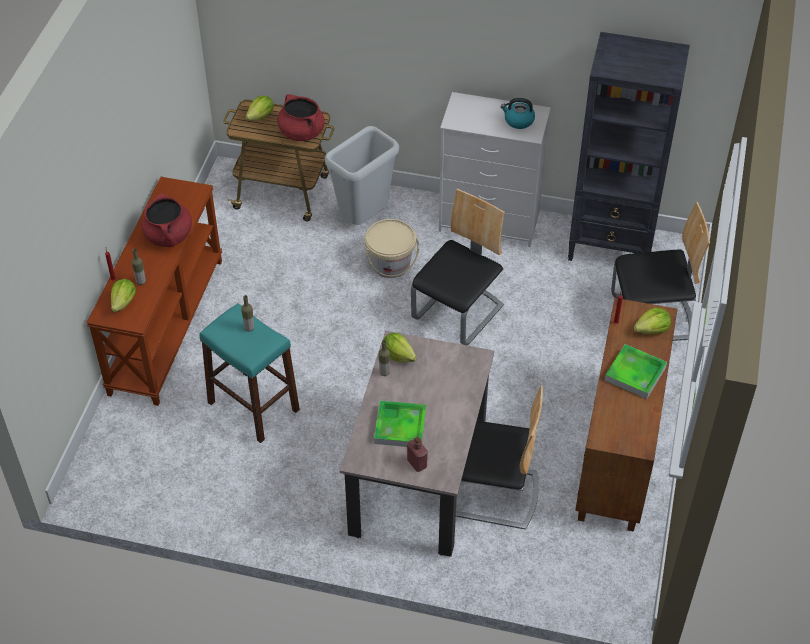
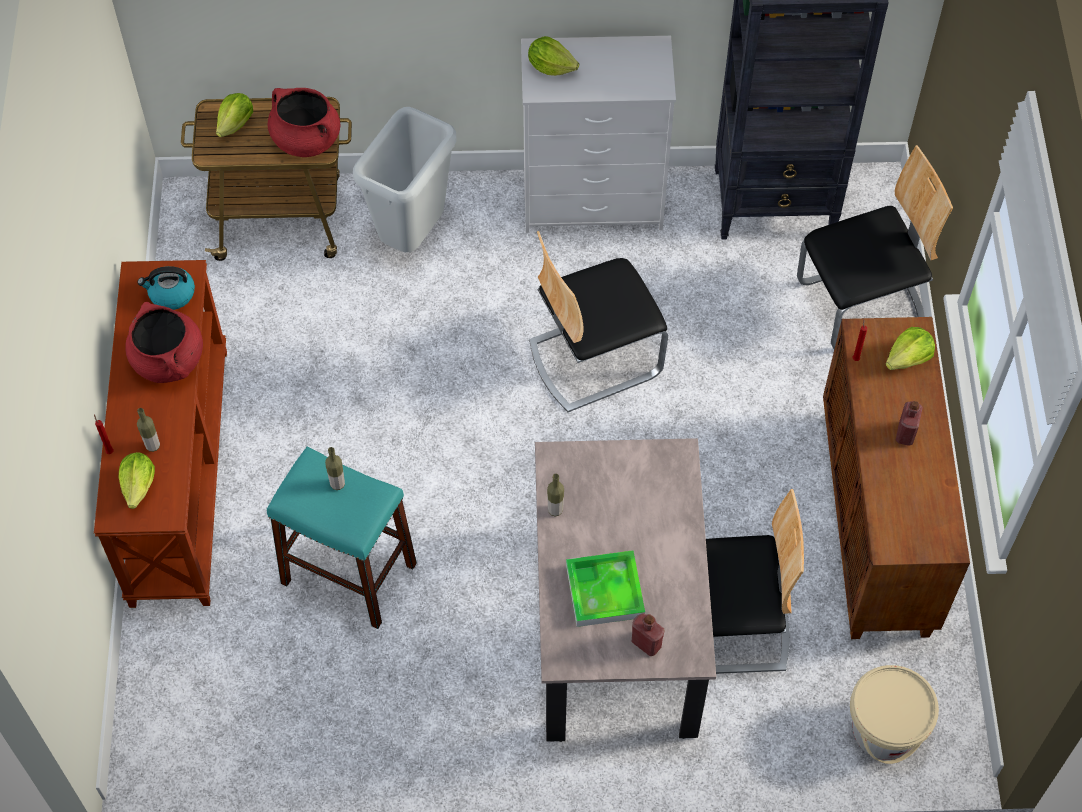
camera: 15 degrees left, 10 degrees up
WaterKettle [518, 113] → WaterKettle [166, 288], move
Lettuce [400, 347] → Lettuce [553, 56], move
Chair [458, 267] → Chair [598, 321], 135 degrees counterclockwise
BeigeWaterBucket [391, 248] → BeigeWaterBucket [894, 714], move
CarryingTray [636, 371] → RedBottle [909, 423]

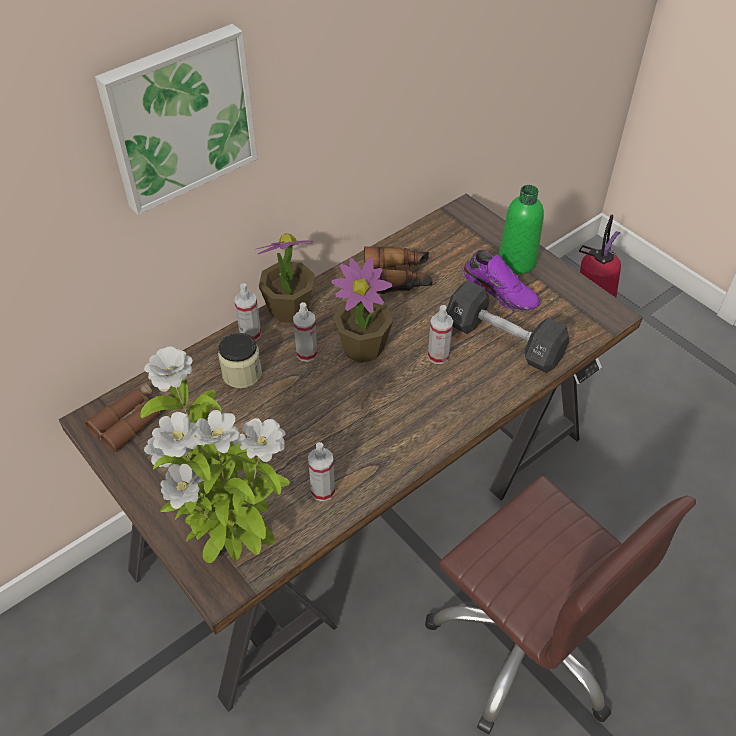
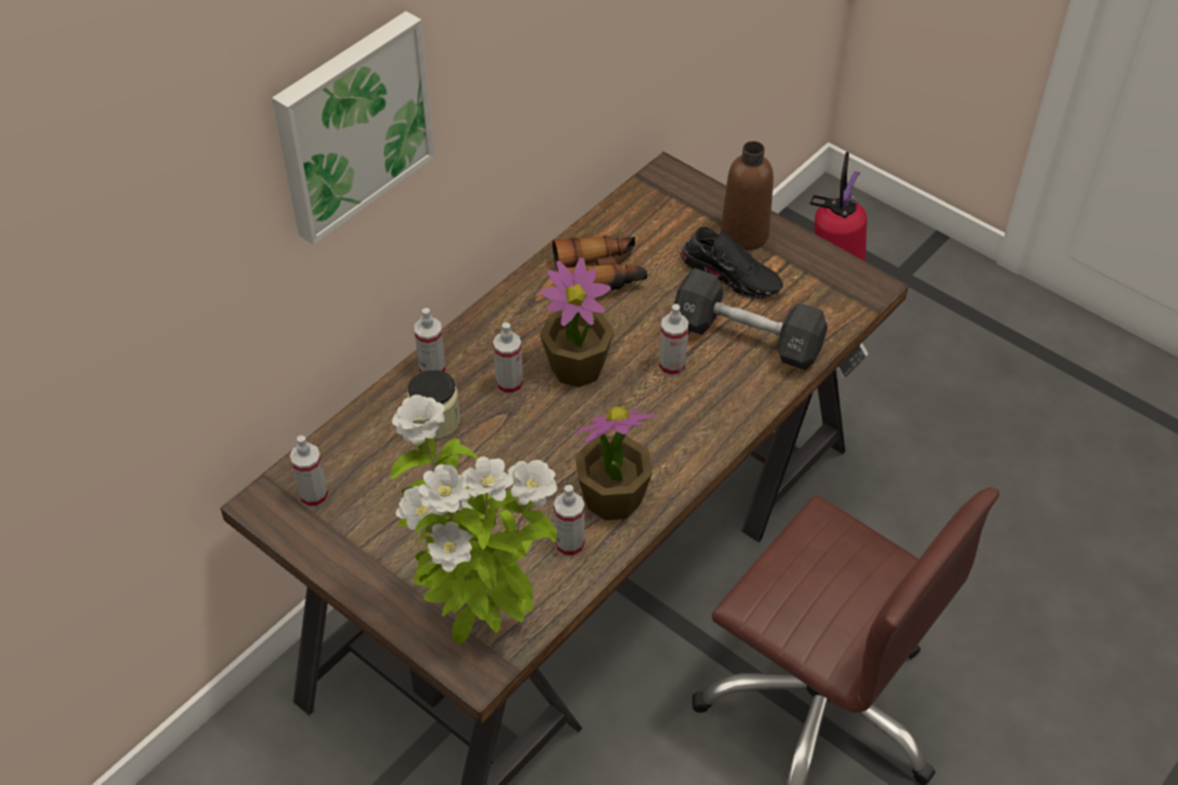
camera: 10 degrees left, 0 degrees up
BrownishPairOfBinoculars [123, 416] → HandSprayer [309, 471]
PlantInAPot [285, 278] → PlantInAPot [616, 463], move
PurplishItemOfFootwear [501, 281] → BlackColouredItemOfFootwear [731, 263]
GreenBottle [521, 229] → BrownishBottle [747, 196]

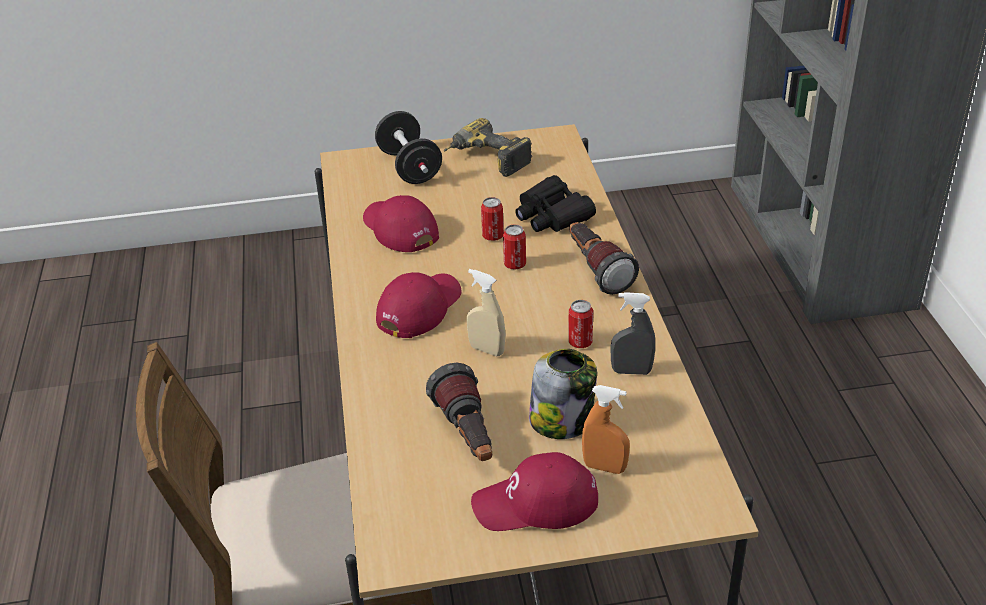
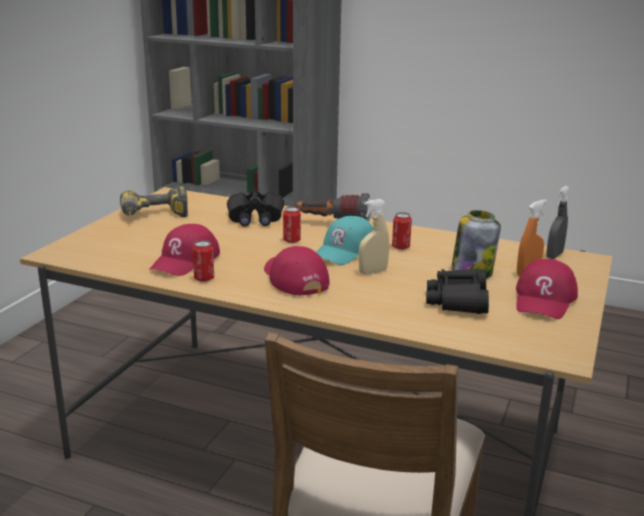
camera: 60 degrees left, 15 degrees down
RedPeakedCap [401, 223] → RedPeakedCap [184, 250], 60 degrees counterclockwise
MetalCan [492, 219] → MetalCan [203, 261], move
- → TurquoisePeakedCap [344, 240]
HandTorch [459, 412] → BlackColouredPairOfBinoculars [457, 291]
GreyHandSprayer [633, 333] → GreyHandSprayer [558, 222], move
BlackColouredHandWeight [408, 147] → -

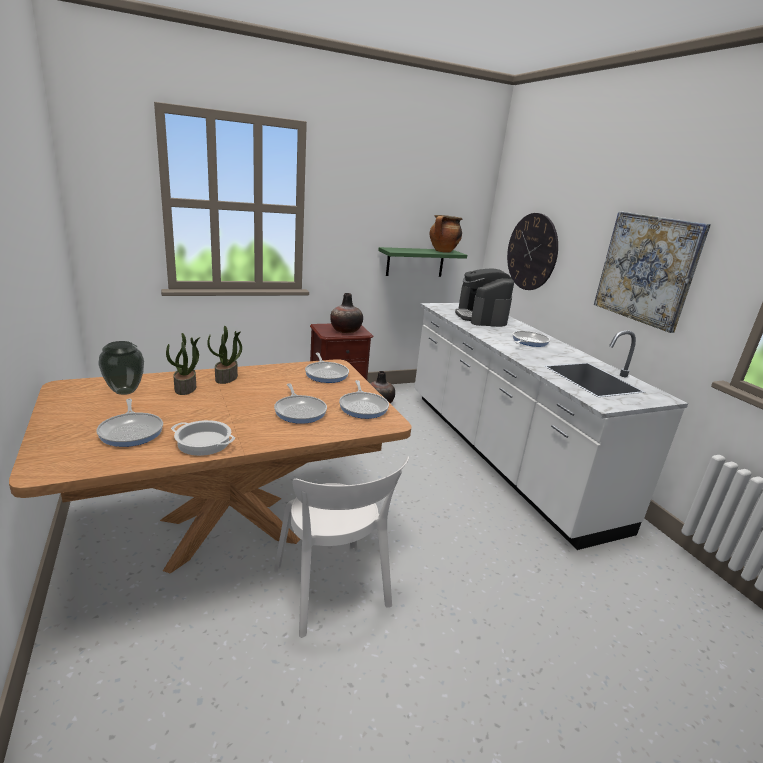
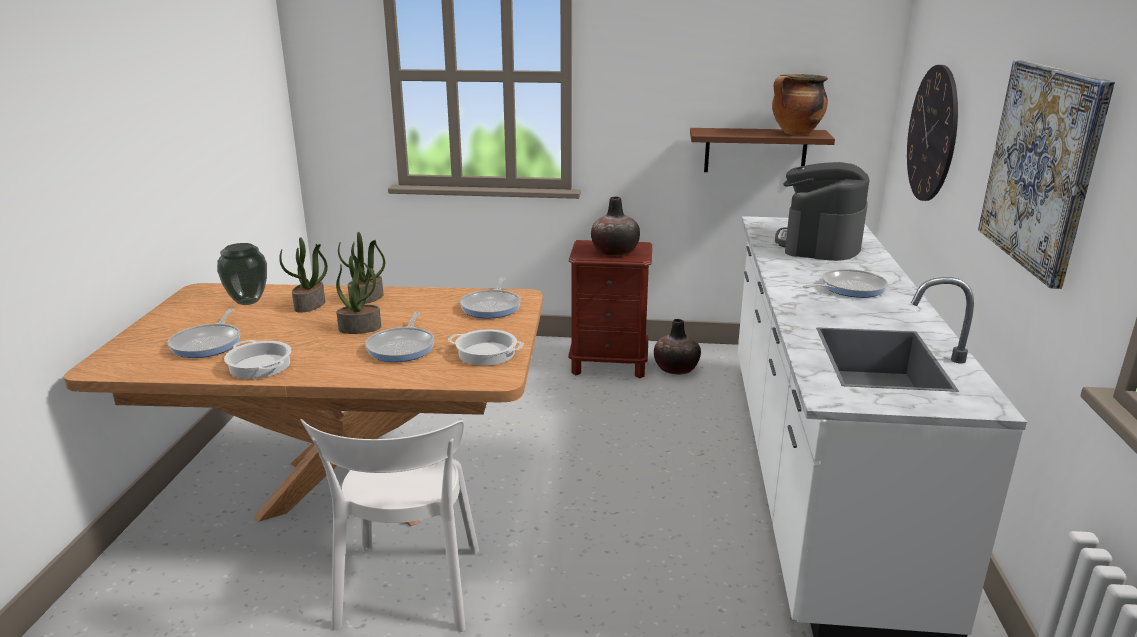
camera: 30 degrees right, 0 degrees up
- → PlantInAPot [358, 294]
Pan [364, 399] → Stockpot [486, 347]
GreenWallShelf [422, 262] → BrownishWallShelf [762, 150]

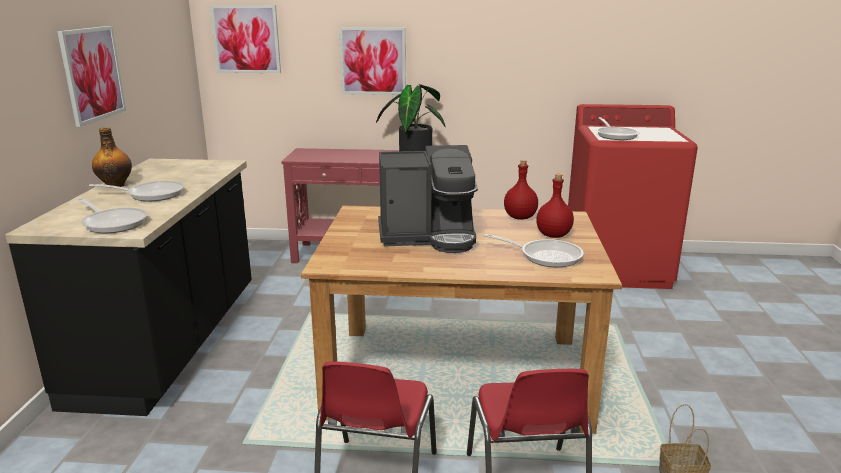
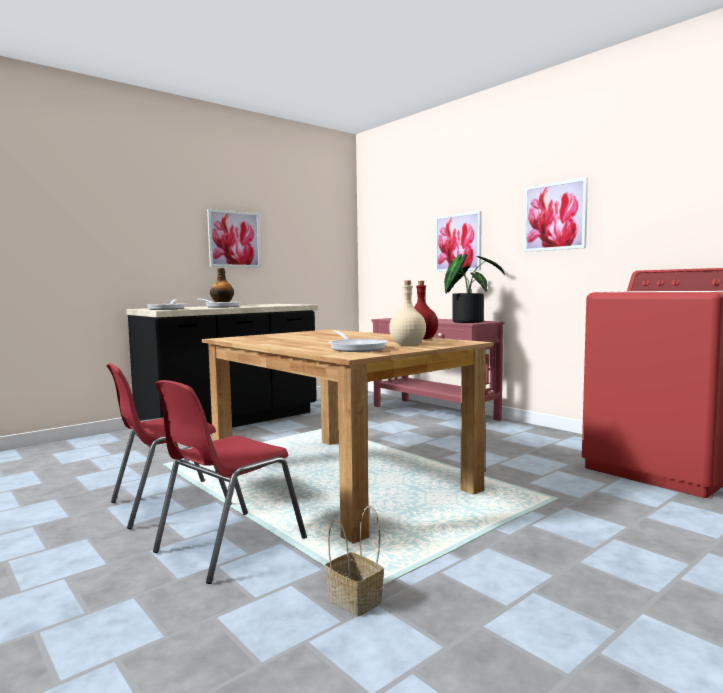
camera: 45 degrees right, 15 degrees down
RedBottle [555, 206] → BeigeBottle [407, 312]
WallArt [245, 39] → WallArt [556, 214], move
CoffeeBrewer [428, 199] → -
Pan [618, 128] → -

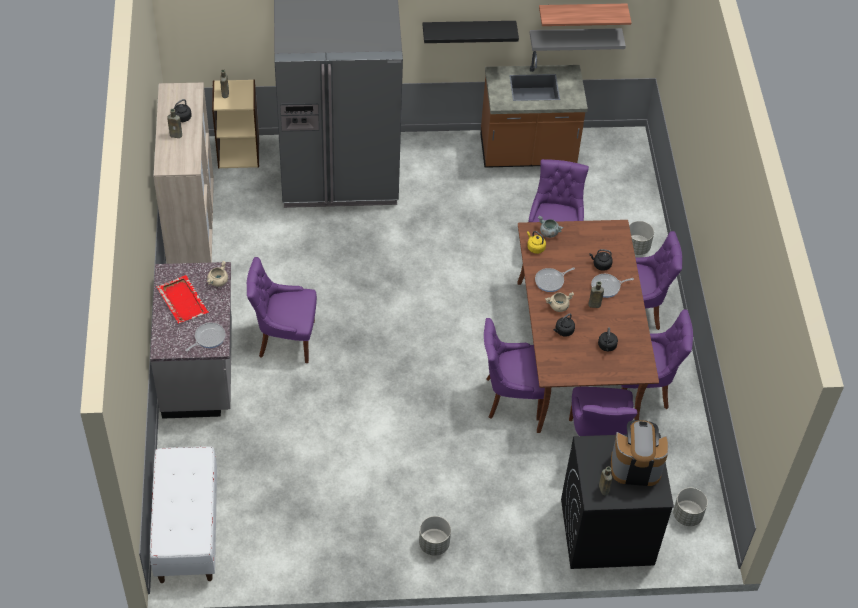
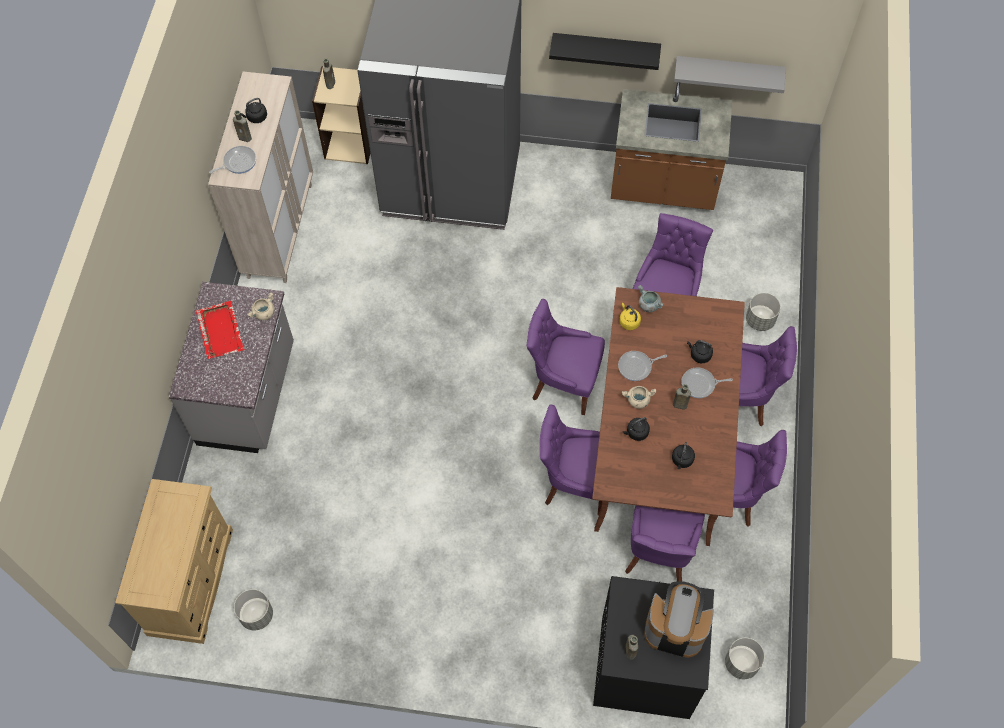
camera: 15 degrees right, 10 degrees up
WhitishIndoorBench [183, 514] → BeigeDresser [174, 561]
Pan [205, 337] → Pan [232, 160], move
GreyPlanter [435, 536] → GreyPlanter [253, 610], move
PurplishChair [282, 310] → PurplishChair [566, 357], move
WallShelf [585, 15] → -

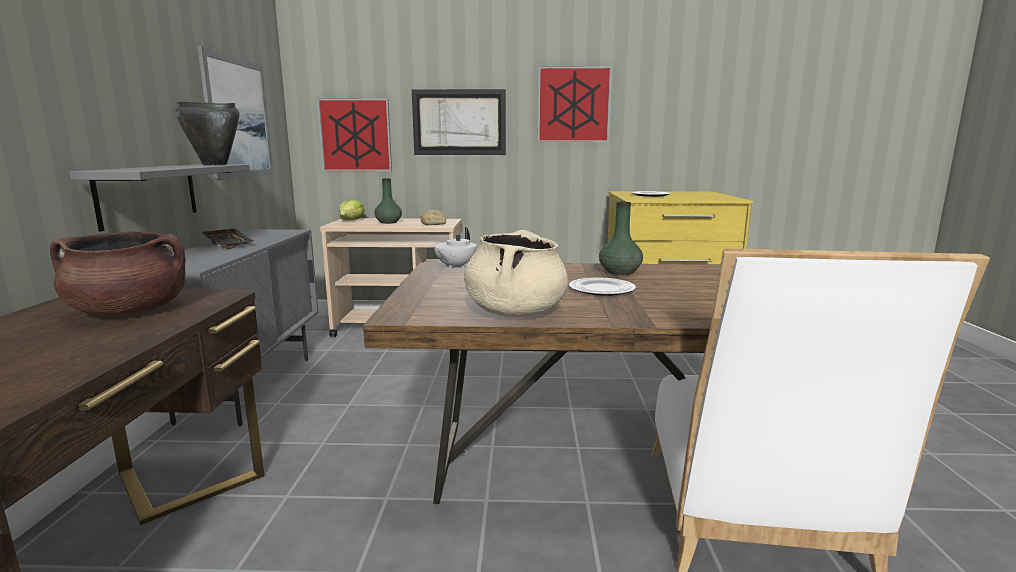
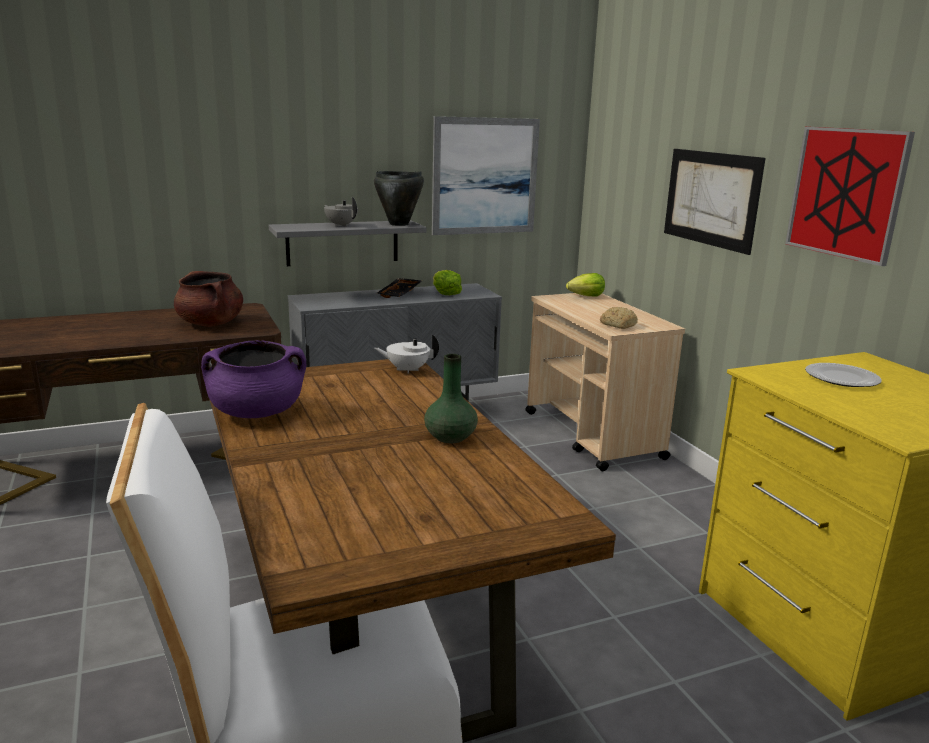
camera: 65 degrees right, 5 degrees up
BeigeStockpot [516, 273] → PurplishStockpot [253, 379]
- → GreyPotForTea [341, 212]
- → Lettuce [447, 282]
WallArt [354, 134] → -
GreenFlowerVase [388, 201] → -
FlatDish [602, 286] → -

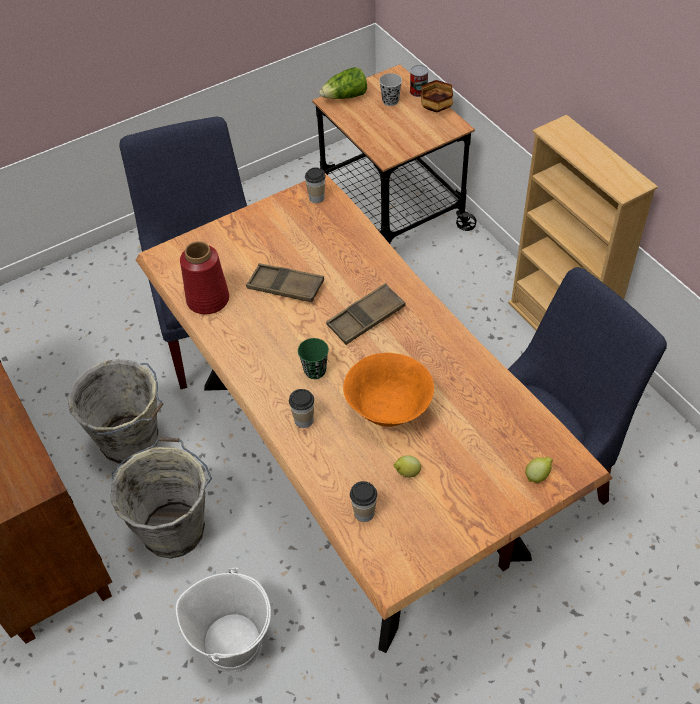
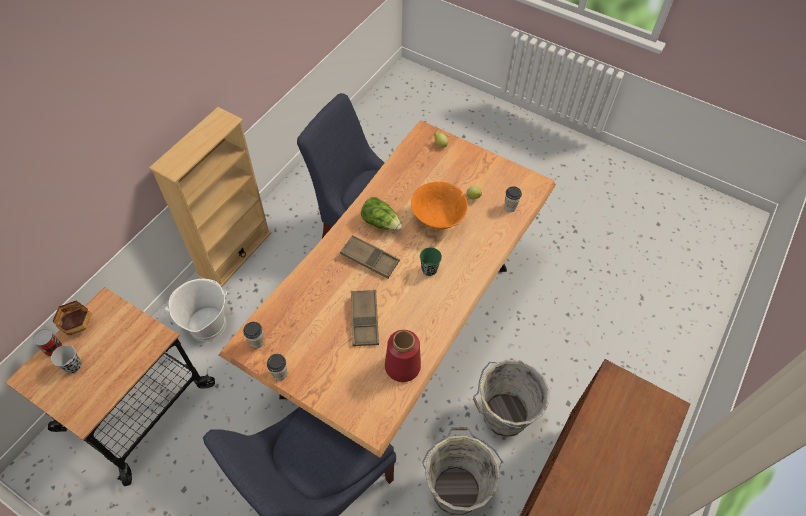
camera: 120 degrees left, 5 degrees up
WhitishWaterBucket [223, 620] → WhitishWaterBucket [196, 310], move
DrinkingCup [301, 408] → DrinkingCup [277, 367], move
Lettuce [343, 83] → Lettuce [381, 214], move

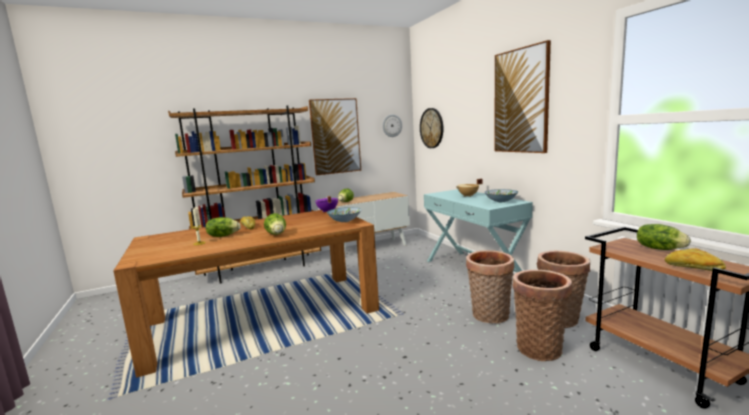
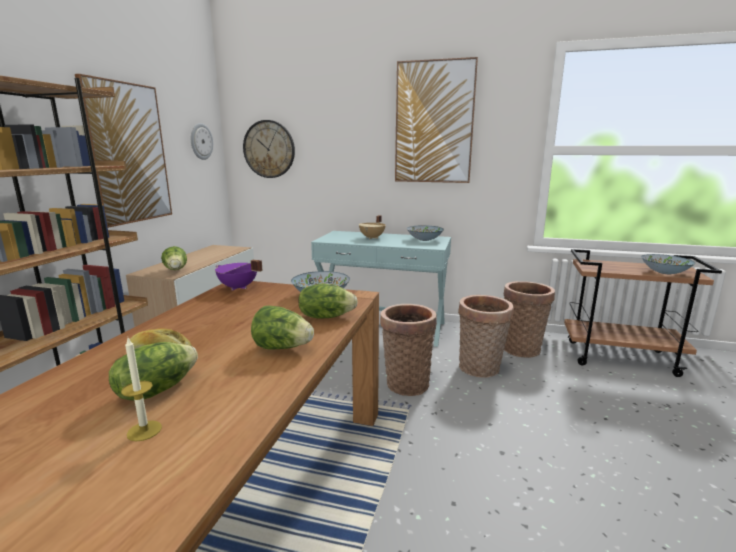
camera: 50 degrees left, 5 degrees up
Lettuce [664, 237] → Lettuce [328, 301], move
StorageBasket [542, 315] → StorageBasket [408, 350], move
BakedBread [695, 259] → ServingBowl [668, 264]

